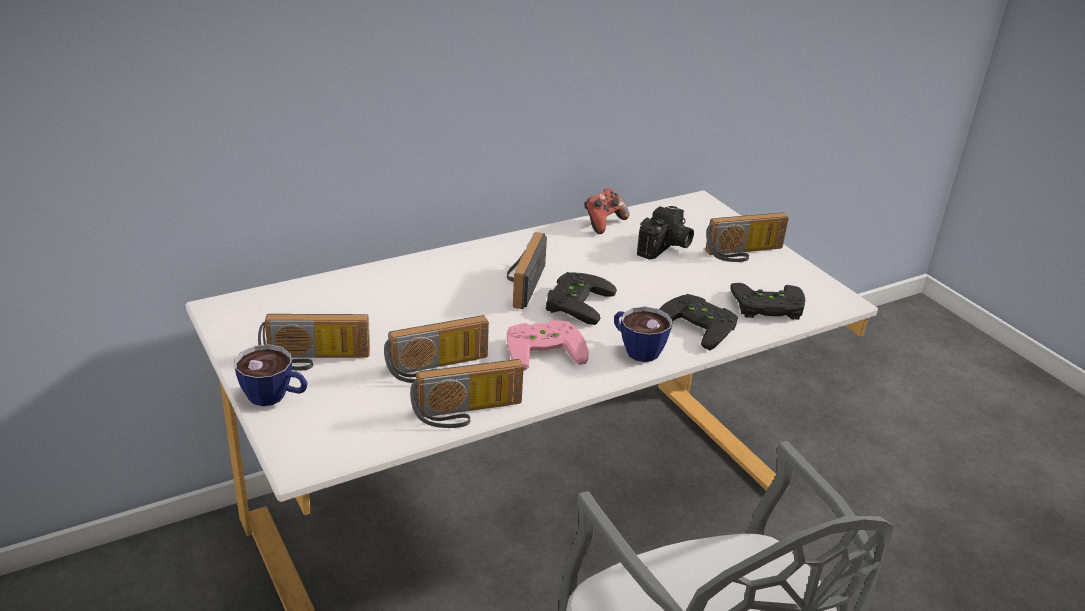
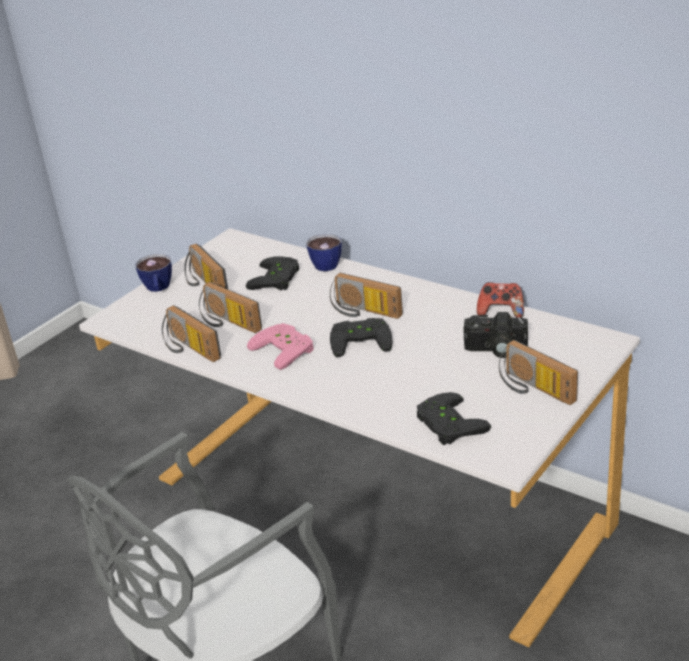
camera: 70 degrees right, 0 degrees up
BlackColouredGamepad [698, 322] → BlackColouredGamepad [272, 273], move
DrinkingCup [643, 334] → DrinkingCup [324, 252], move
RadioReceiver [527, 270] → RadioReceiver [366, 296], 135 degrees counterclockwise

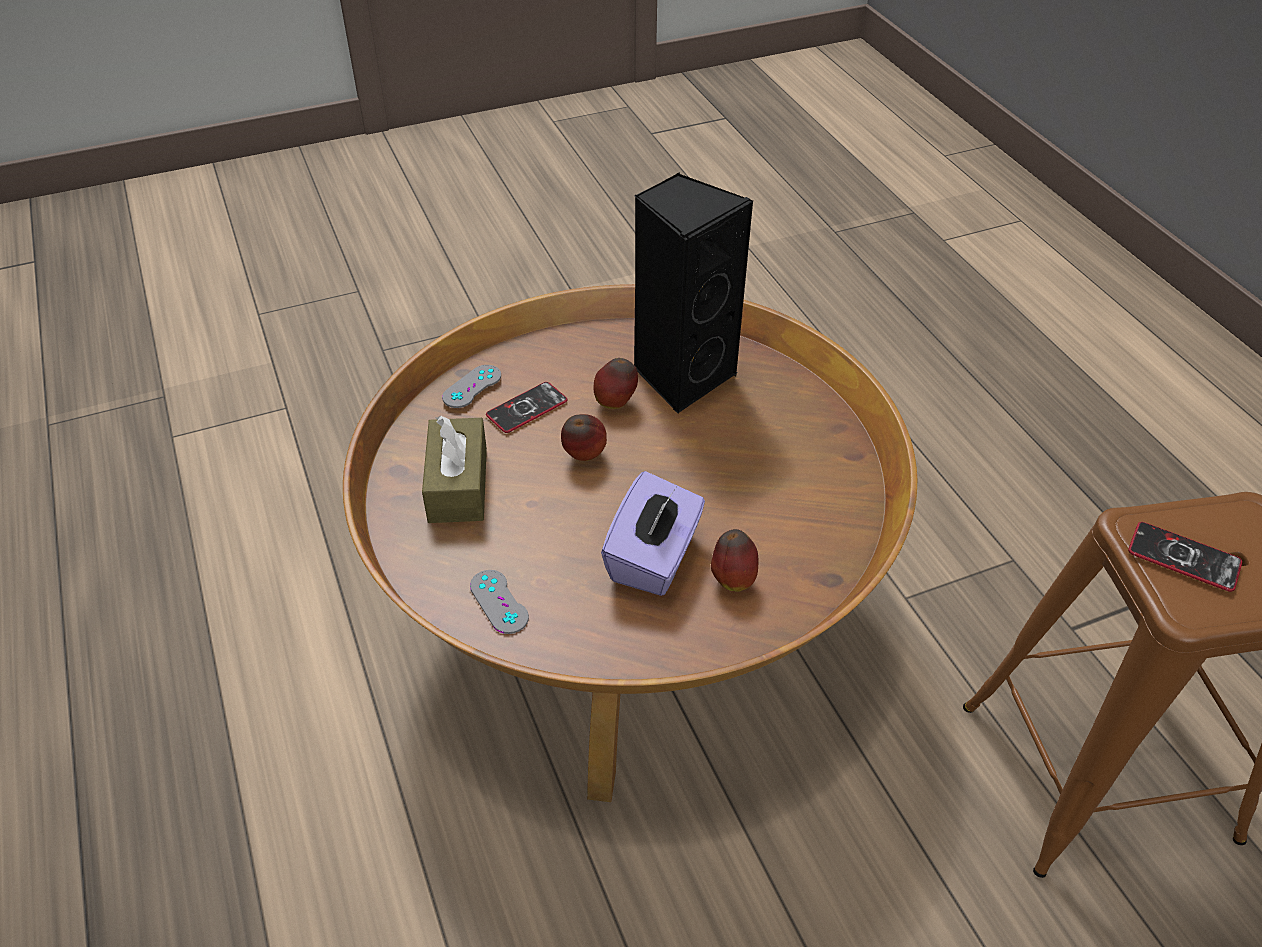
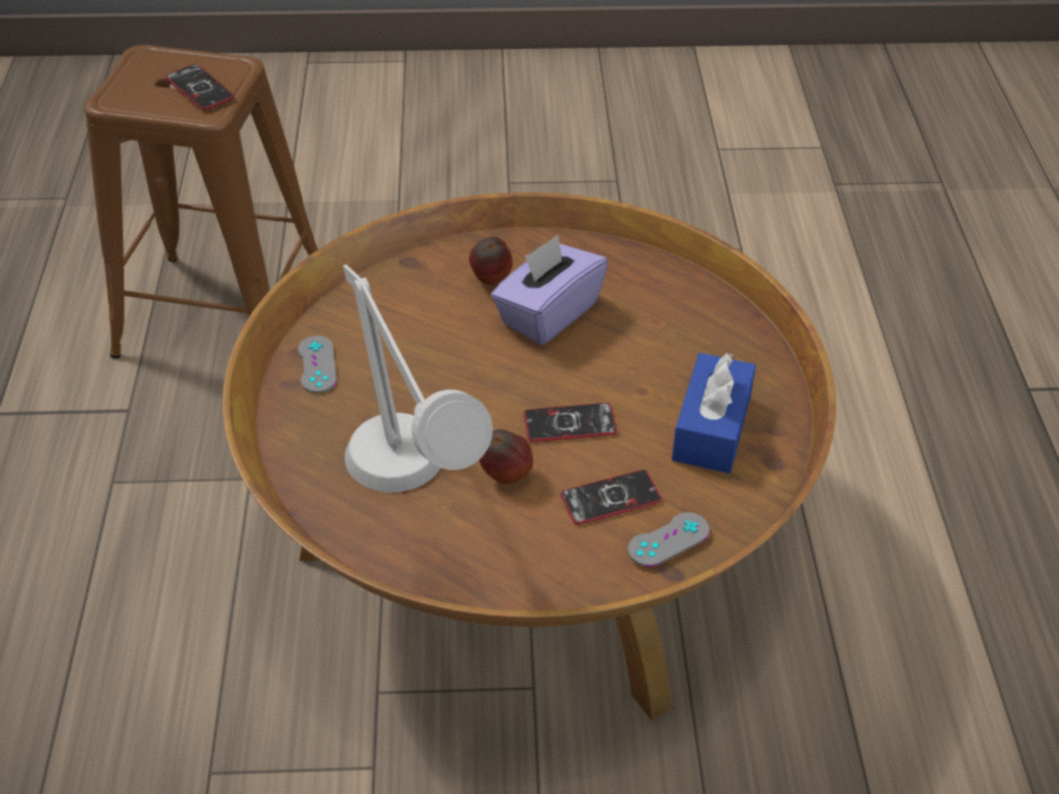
camera: 160 degrees left, 0 degrees up
GreyGamepad [499, 602] → GreyGamepad [317, 364], move
BlackColouredAudioSpeaker [693, 293] → GreyTabletopLamp [418, 378]
Apple [584, 437] → Telephone [570, 422]
BrownishTissueBox [454, 469] → BluishTissueBox [714, 413]

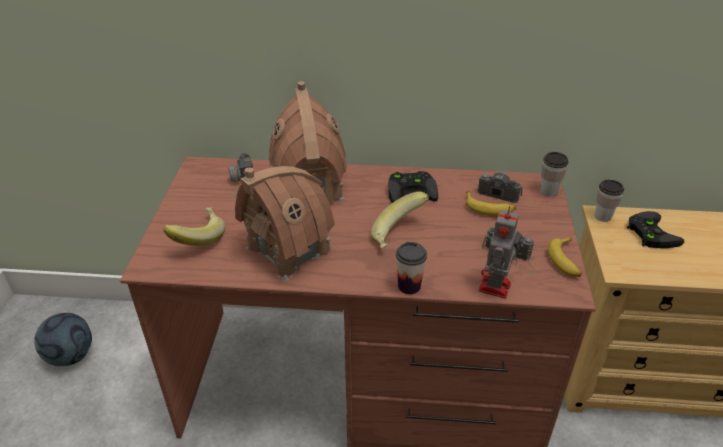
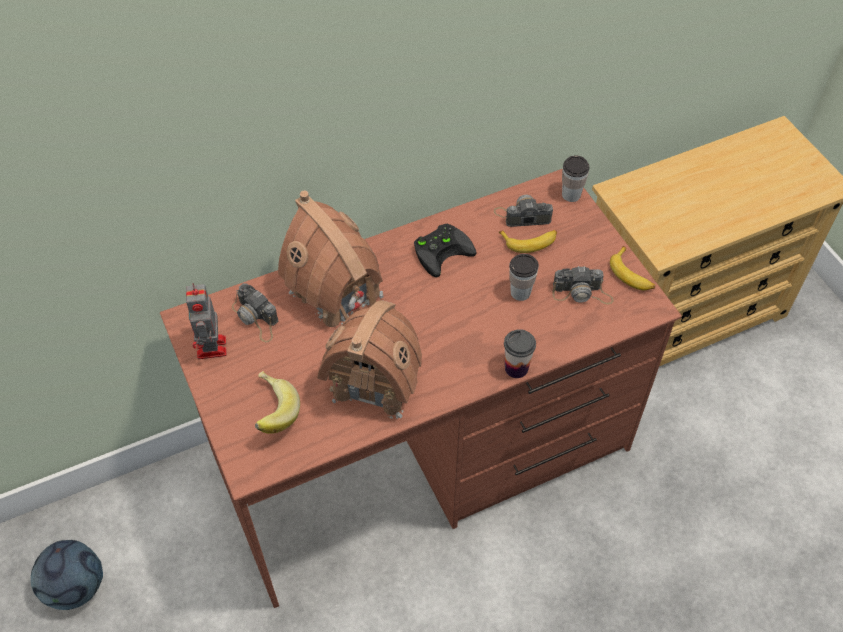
camera: 30 degrees left, 15 degrees up
RobotFigure [498, 252] → RobotFigure [206, 321], move
DrinkingCup [609, 201] → DrinkingCup [524, 277], move
WholeBanana [400, 220] → -
BlackColouredGamepad [655, 229] → -

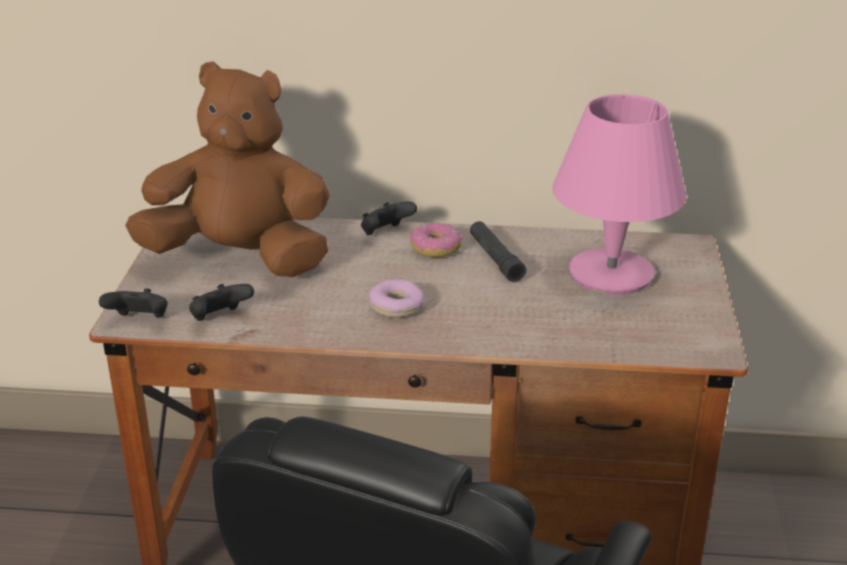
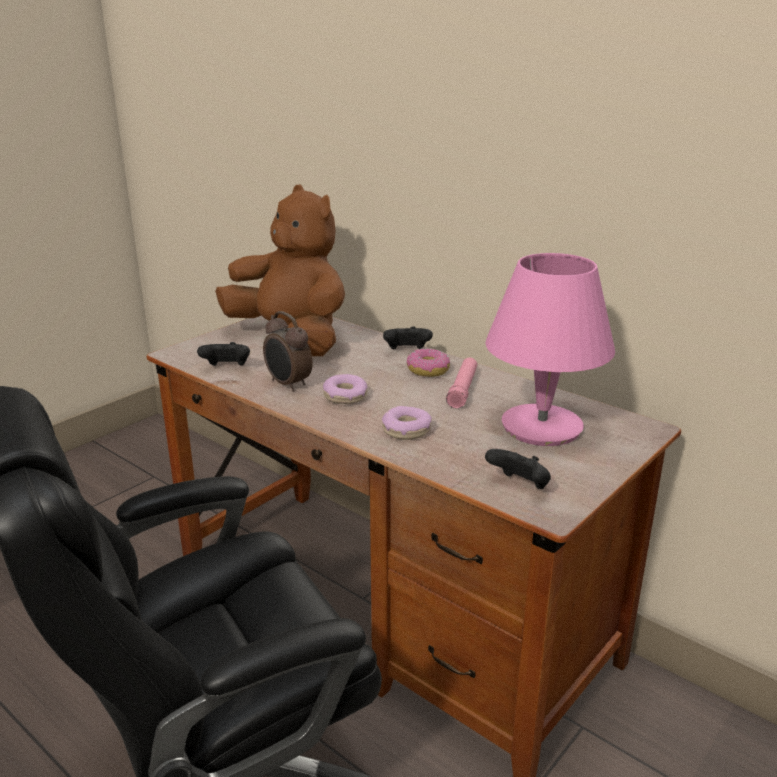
camera: 35 degrees right, 5 degrees down
- → TableClock [288, 351]
- → Donut [407, 423]
BlackColouredHandTorch [498, 251] → PinkHandTorch [461, 383]
BlackColouredGamepad [133, 303] → BlackColouredGamepad [518, 469], move

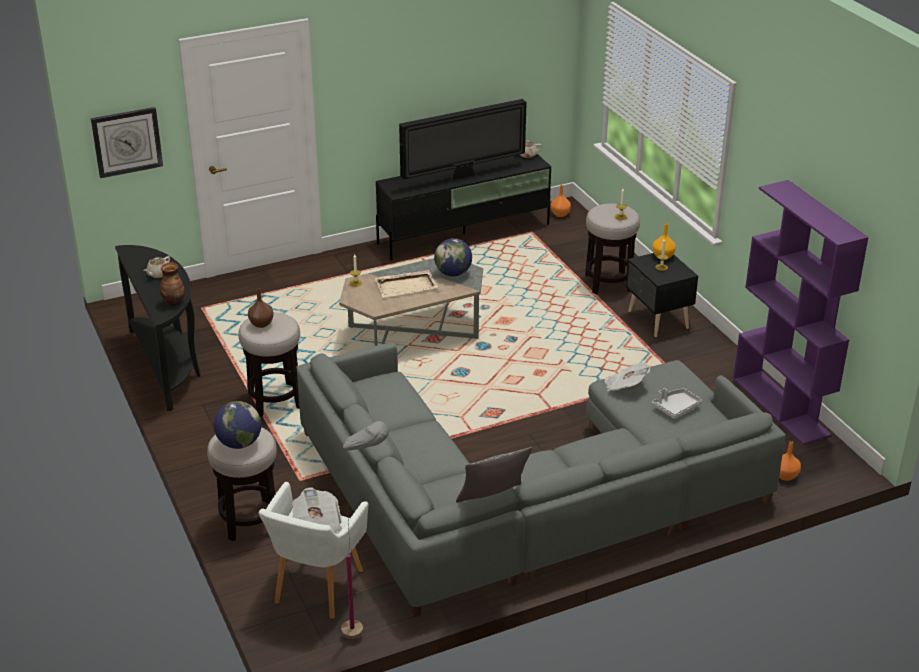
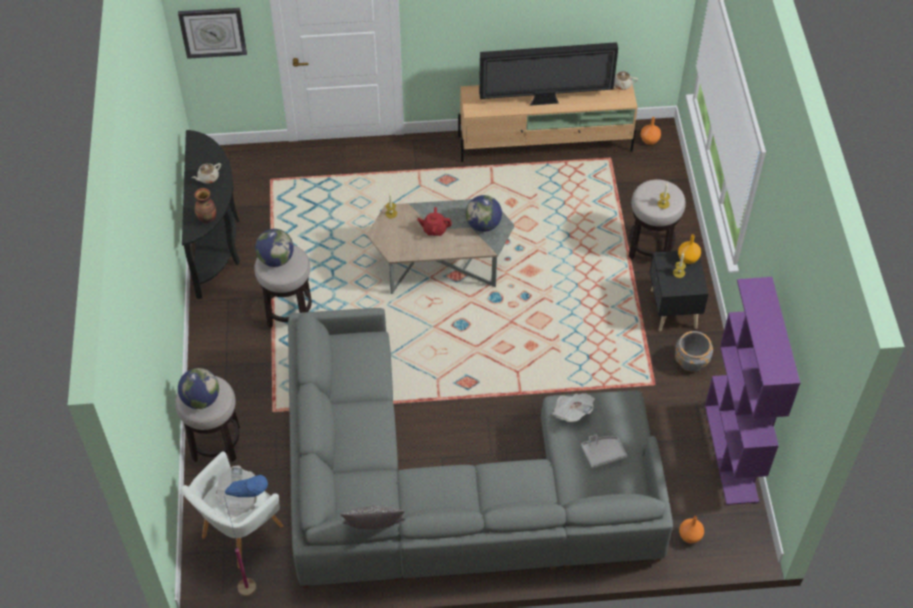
camera: 20 degrees right, 20 degrees up
GreyStandardLamp [365, 530] → BluishStandardLamp [246, 536]
BrownishFlowerVase [261, 308] → Globe [274, 248]
BeigeCarryingTray [406, 284] → RedPotForTea [434, 221]
BlackColouredTvStand [463, 207] → BeigeTvStand [548, 123]
- → GreyPlanter [694, 351]

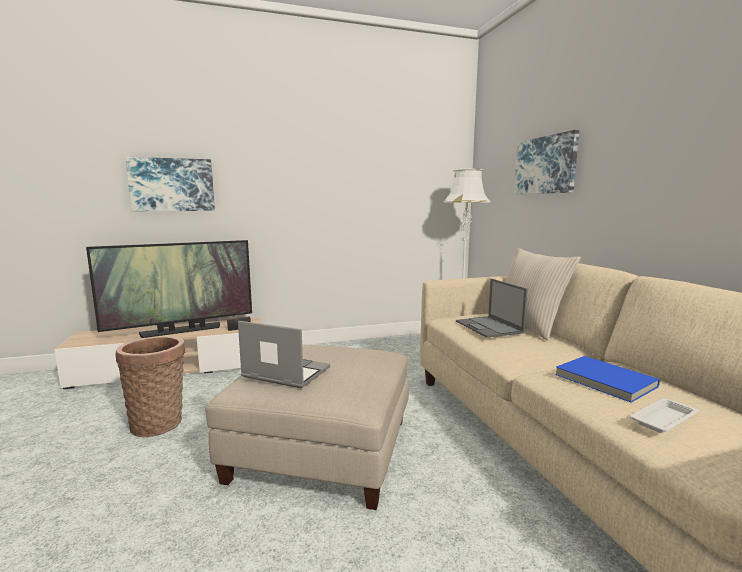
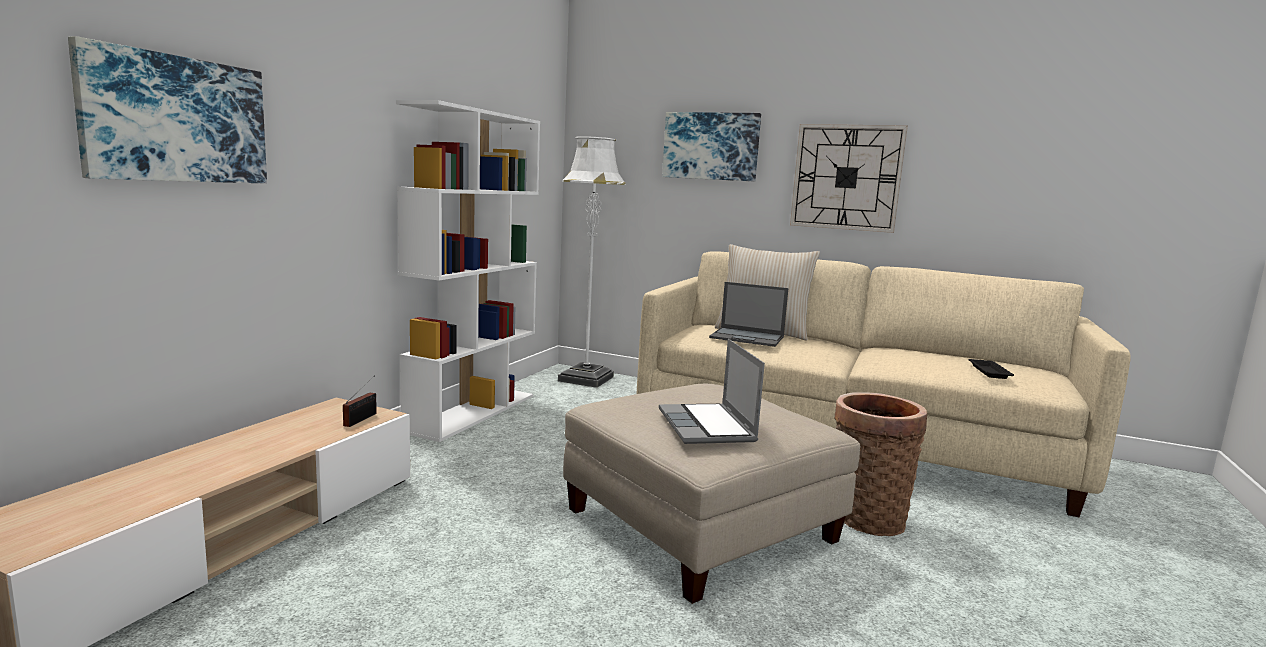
camera: 50 degrees left, 0 degrees up
- → WhitishBookcase [468, 271]
Laptop [284, 354] → Laptop [712, 391], 75 degrees counterclockwise
- → ClockOnTheWall [849, 178]
StorageBasket [150, 386] → StorageBasket [880, 464], move
WhitishCarryingTray [664, 415] → BlackColouredCarryingTray [991, 369]
Television [169, 289] → -
BluishBoundBook [607, 379] → -

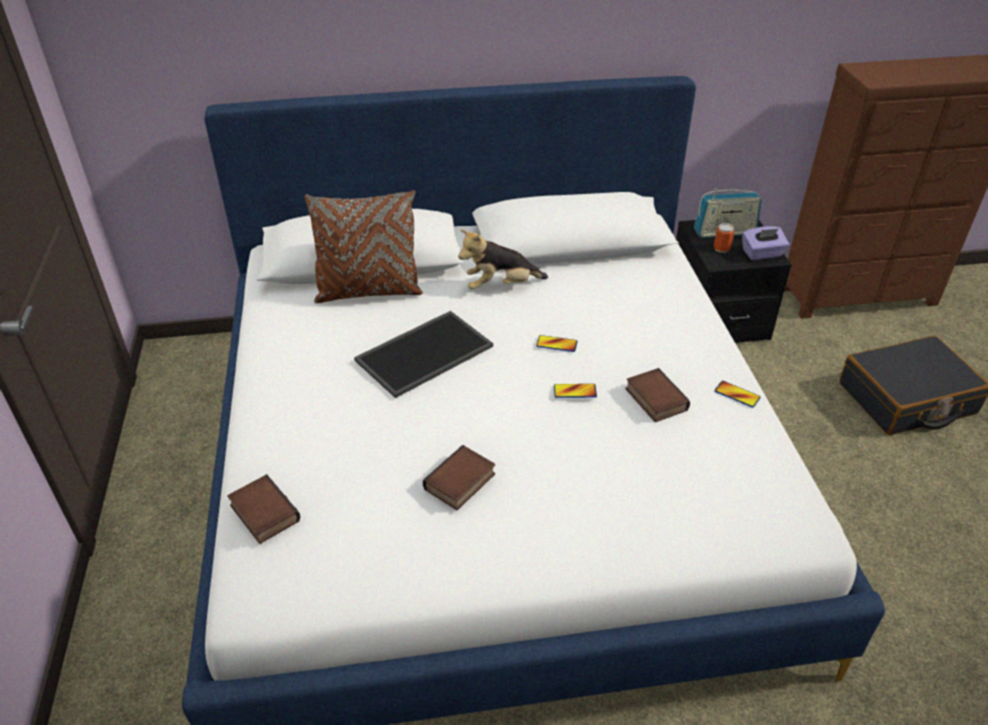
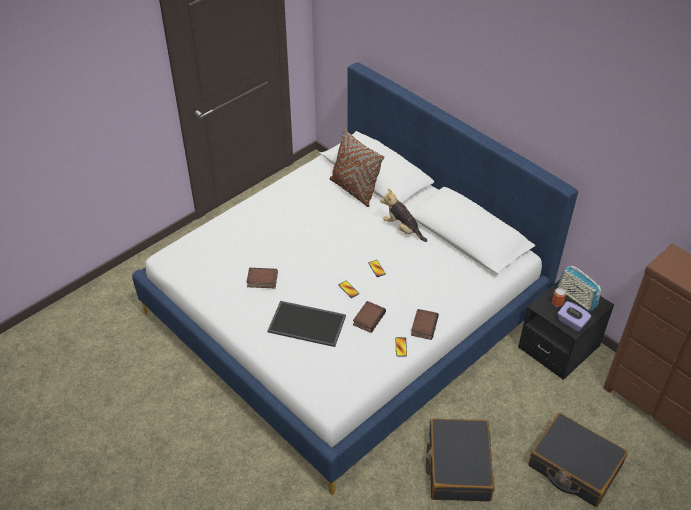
camera: 55 degrees right, 5 degrees up
CarryingTray [423, 354] → CarryingTray [306, 324], move
BoundBook [263, 509] → BoundBook [425, 324], move
- → BlackColouredTravelCase [460, 460]

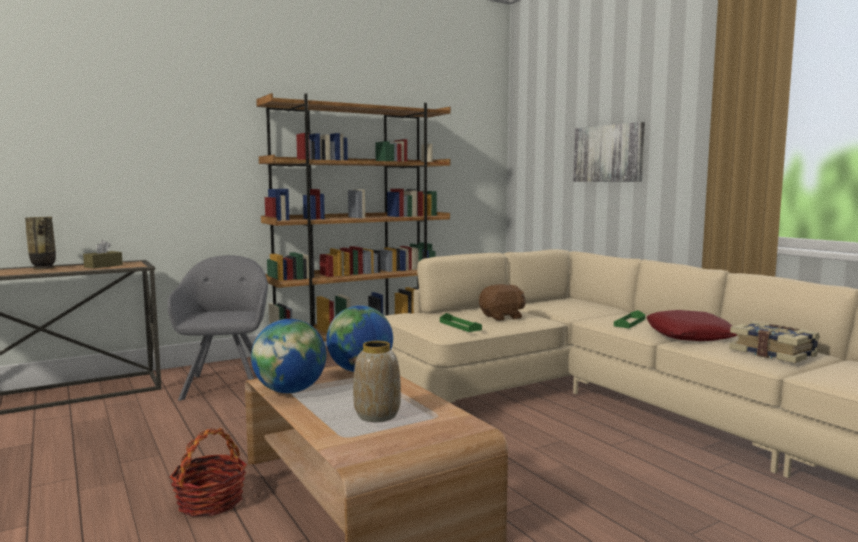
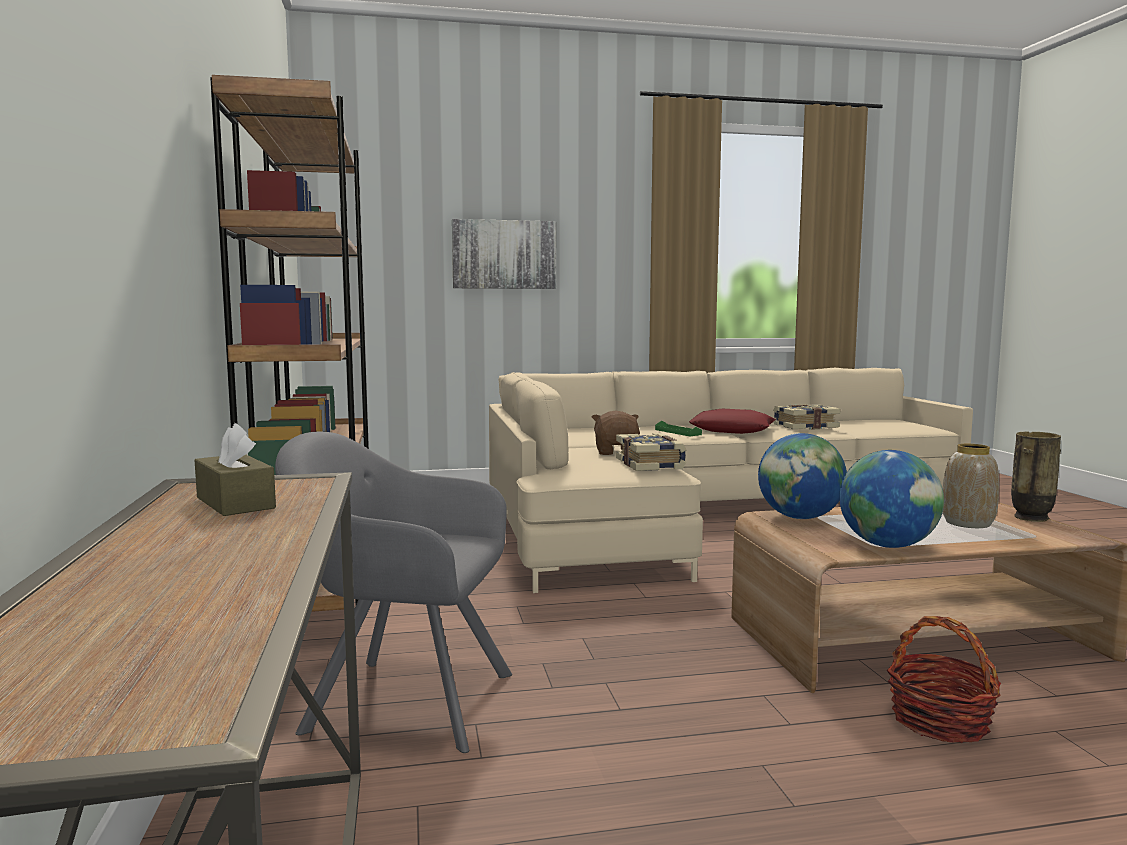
camera: 70 degrees left, 0 degrees up
GreenCarryingTray [461, 322] → BoundBook [651, 452]
FlowerVase [40, 243] → FlowerVase [1036, 476], move

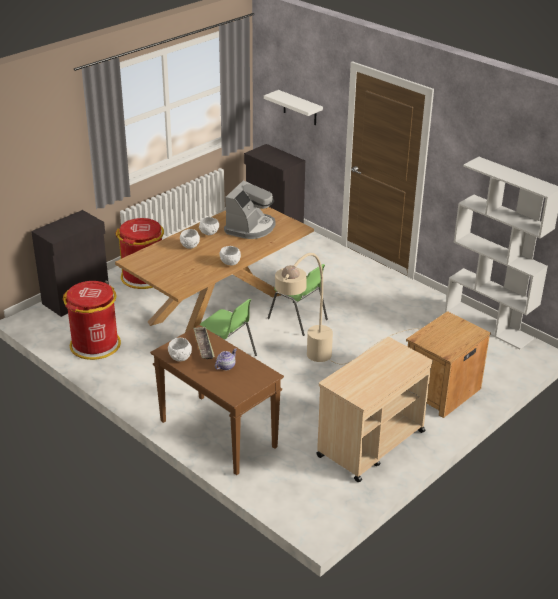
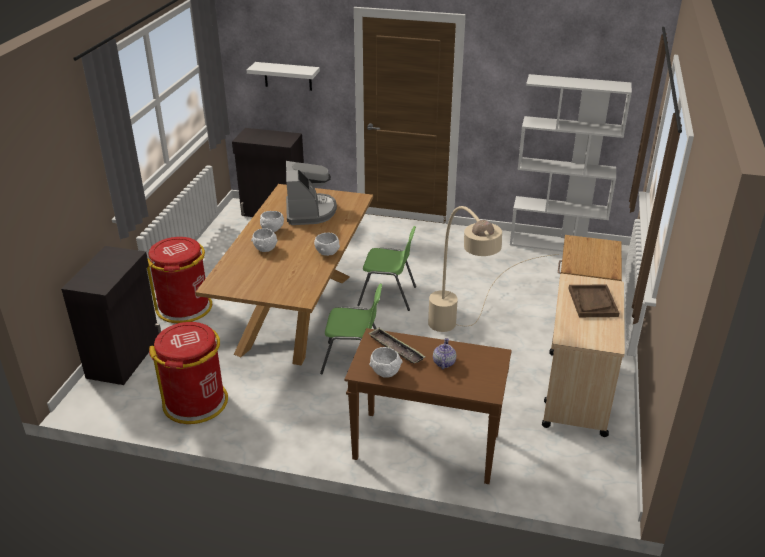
camera: 30 degrees left, 0 degrees up
- → BrownishCarryingTray [593, 300]

